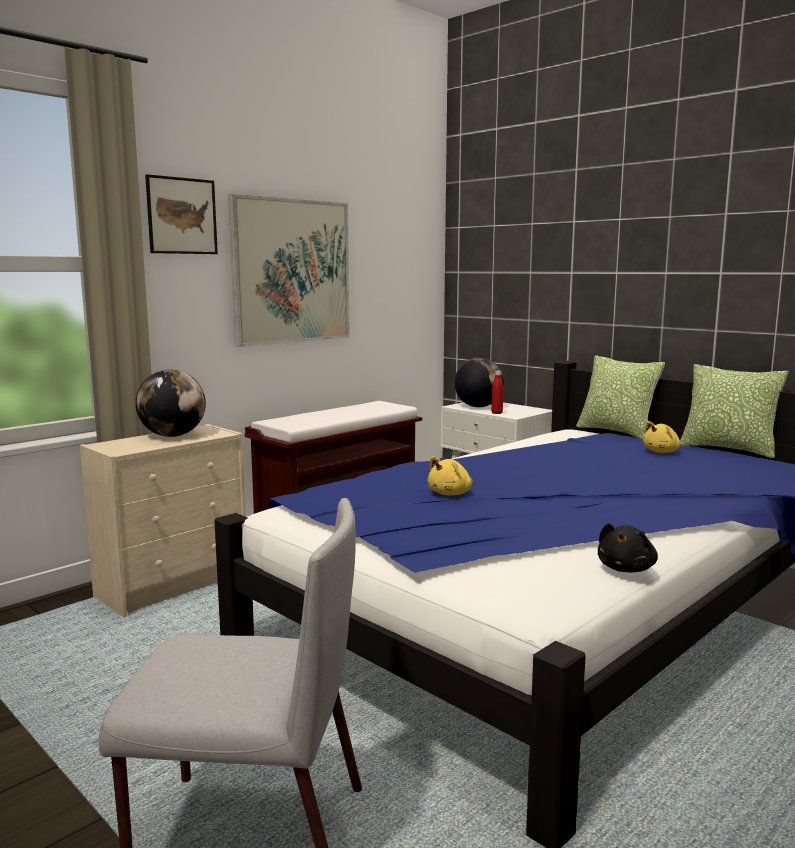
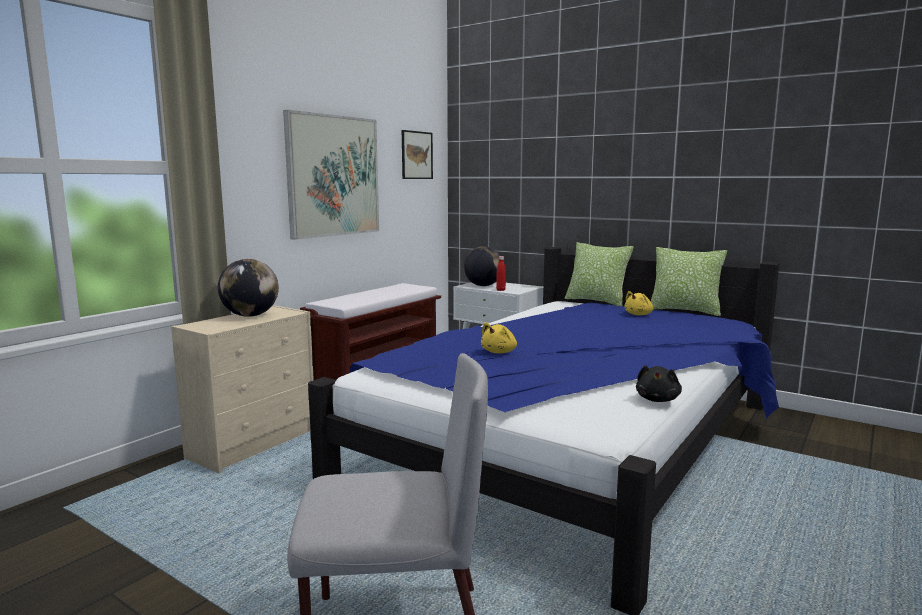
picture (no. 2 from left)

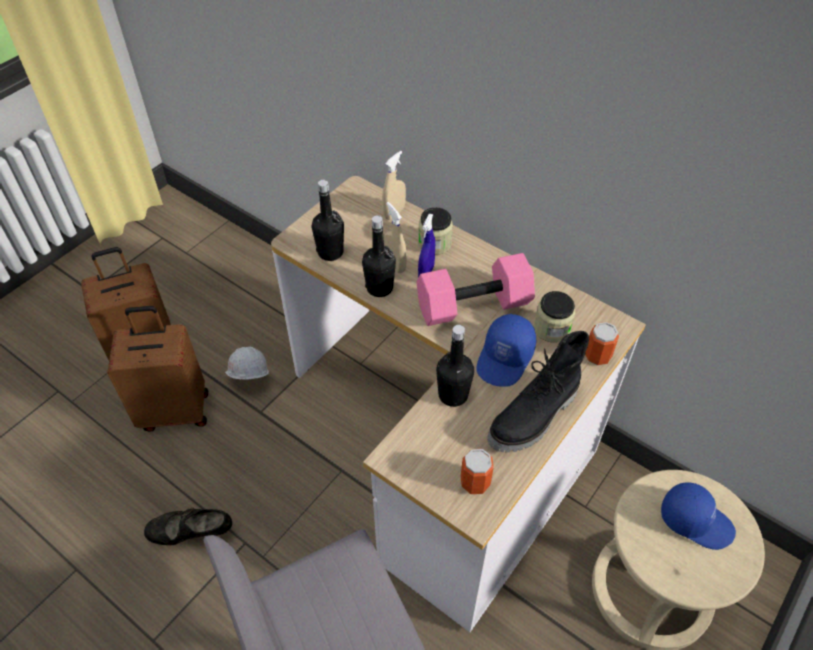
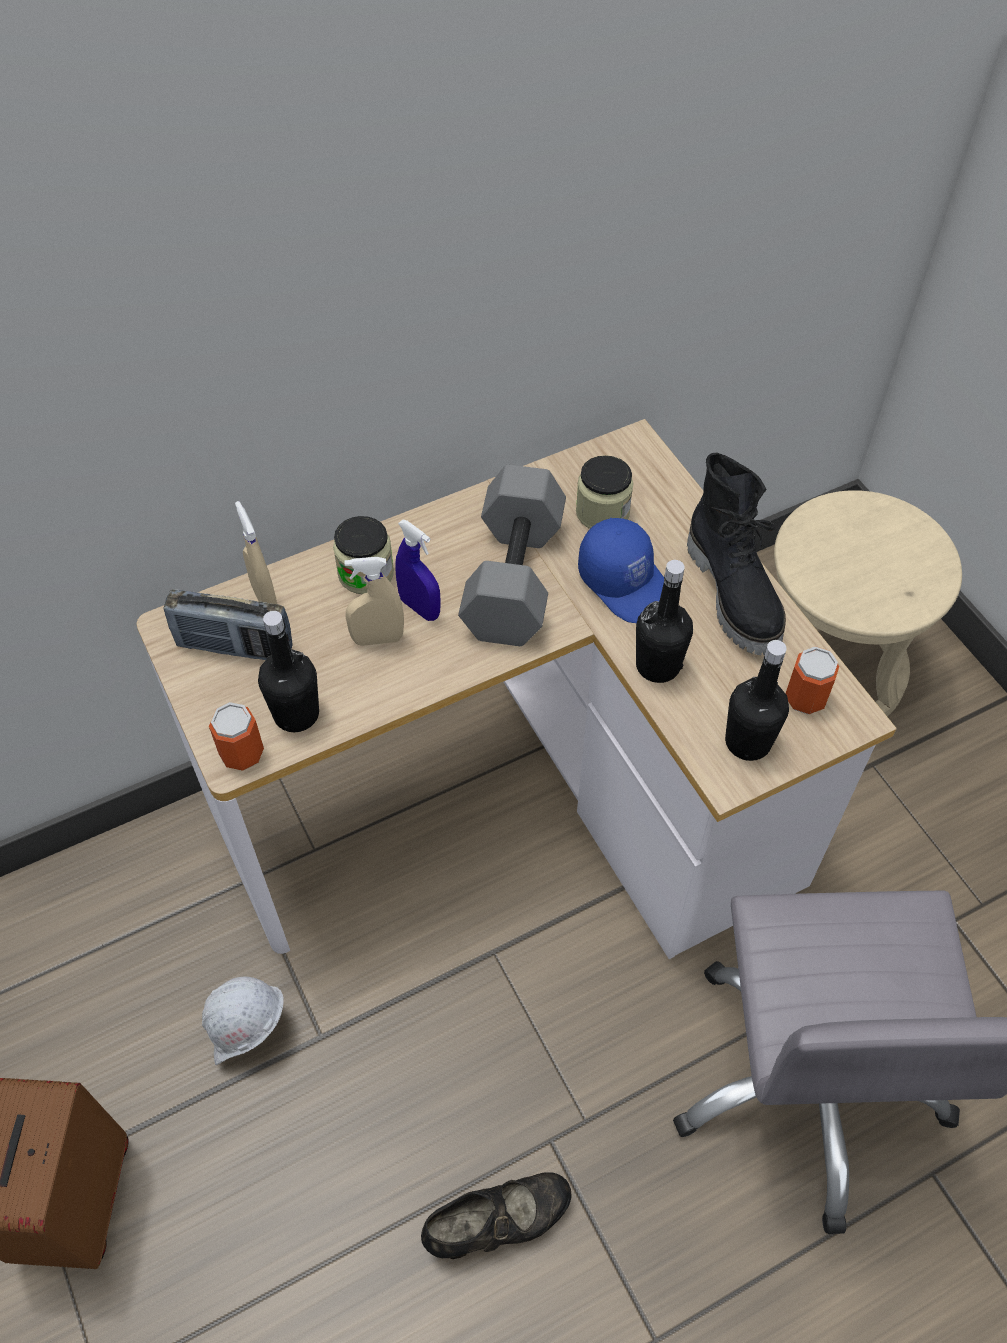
radio
can (no. 1 from left)
shoe/black
dumbbell/grey
bottle/black (no. 3 from left)
suitcase/brown (no. 2 from left in the first image)
cap/blue (no. 2 from left in the first image)

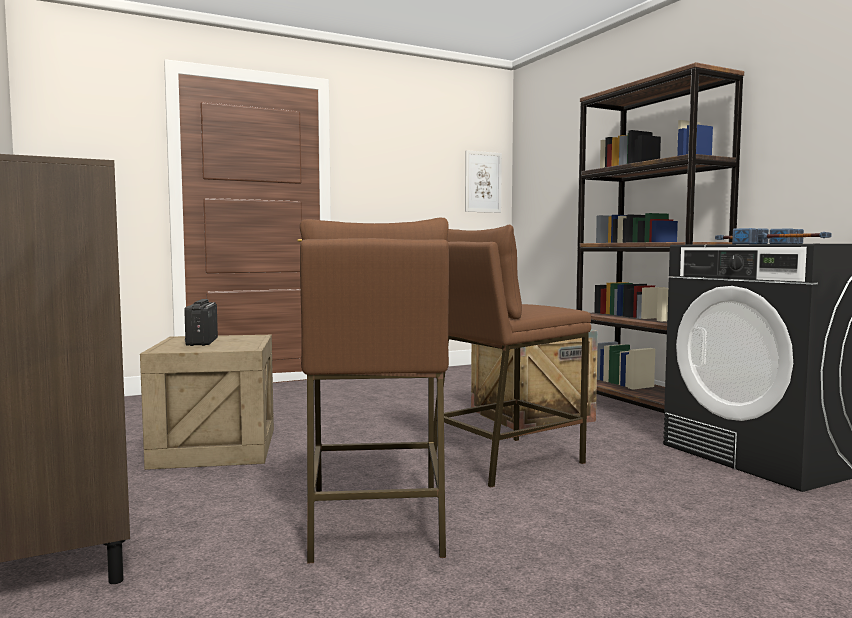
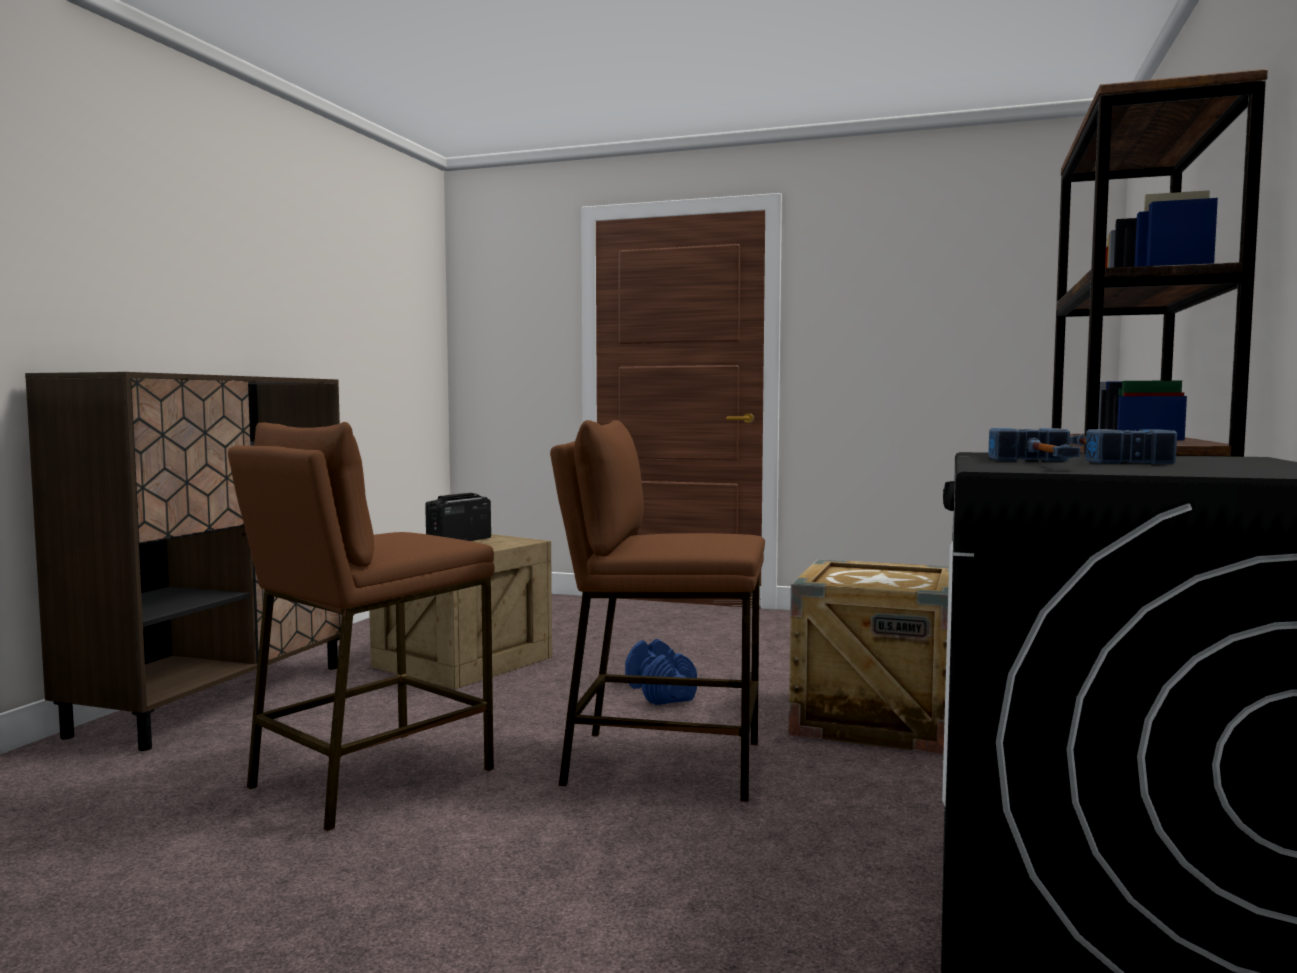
dumbbell/blue
picture

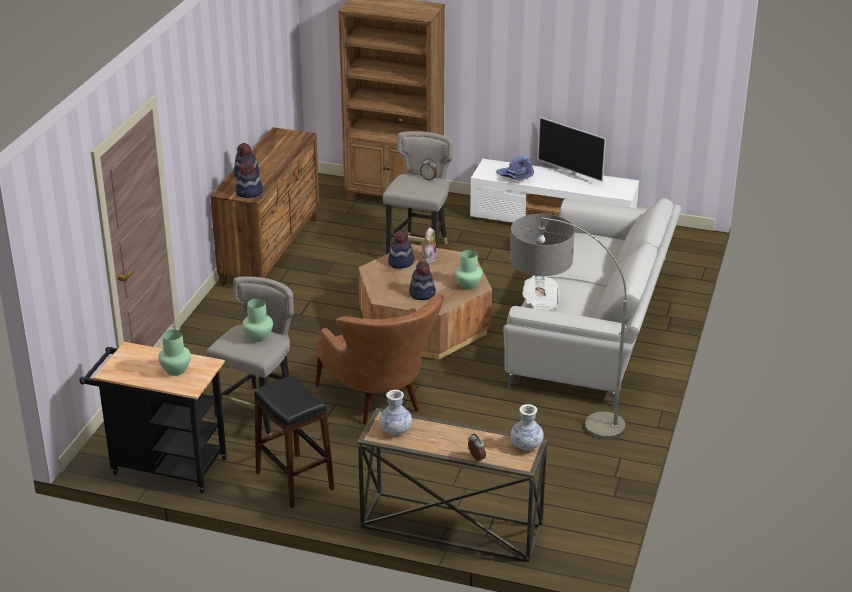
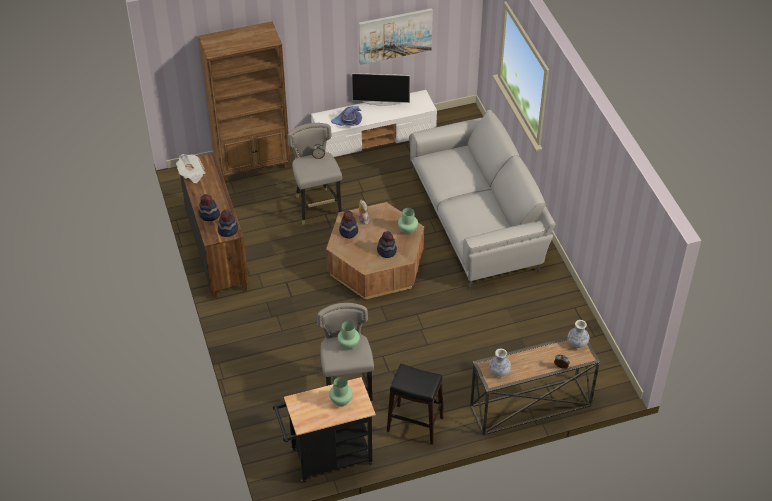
newspaper
picture
armchair/brown
floor lamp

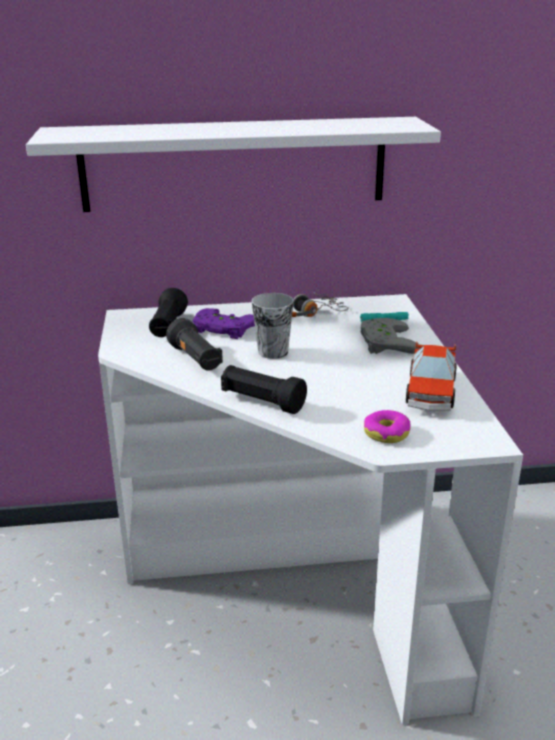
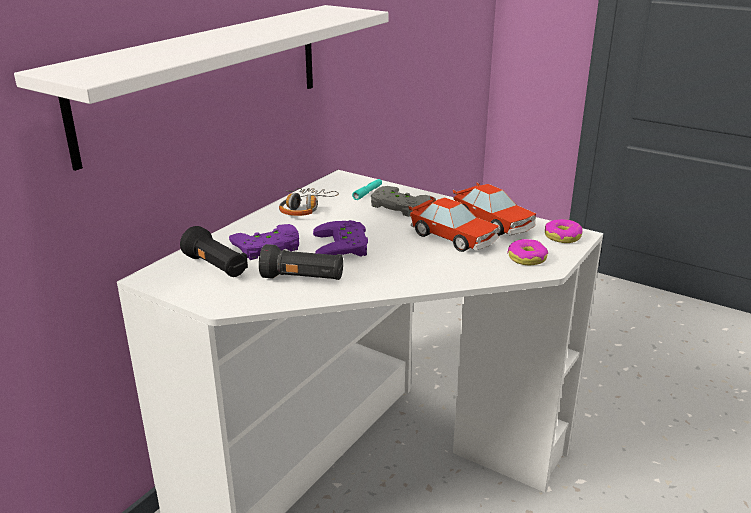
game controller/purple (no. 2 from left)
toy car (no. 1 from left)
donut (no. 2 from left)
flashlight/black (no. 3 from left in the first image)

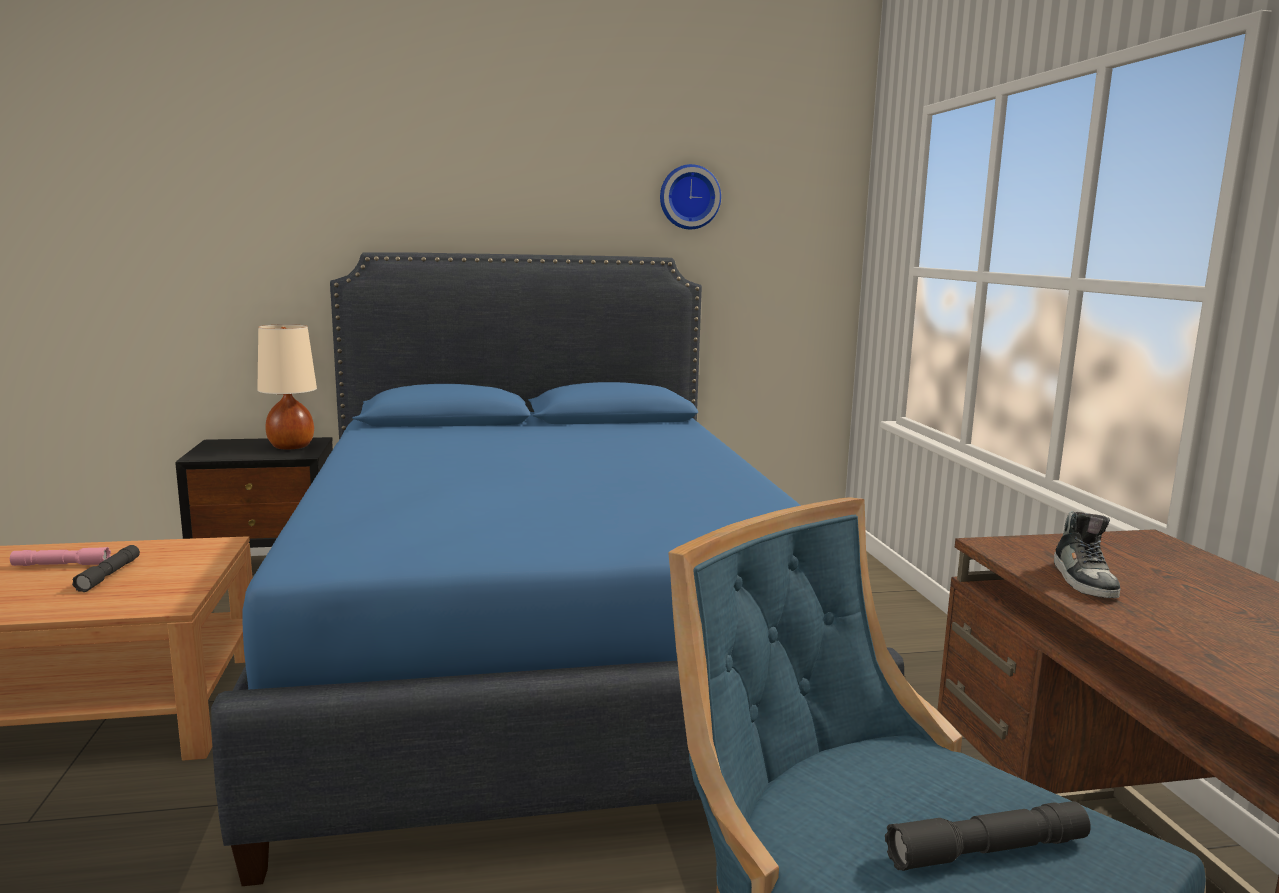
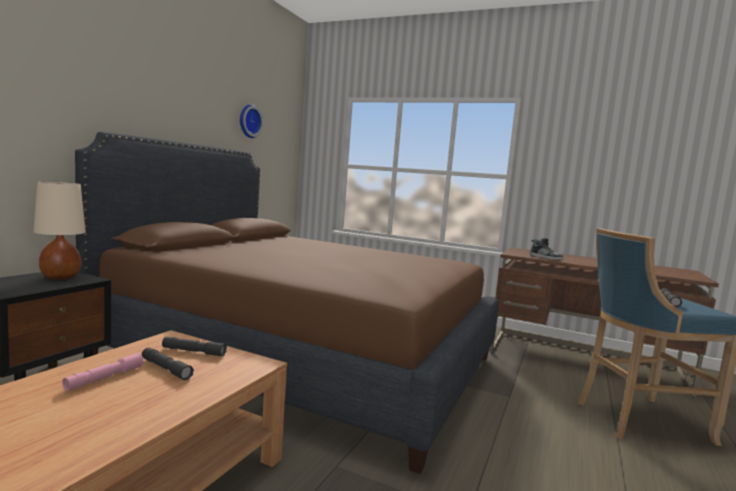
bed/brown
flashlight/grey (no. 2 from left)

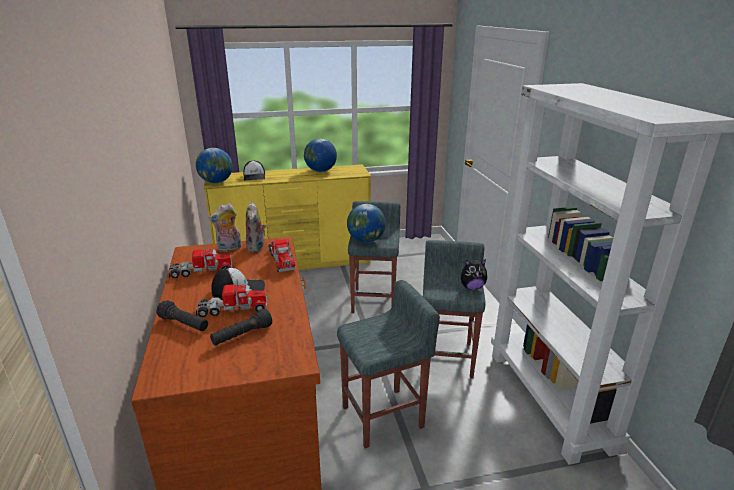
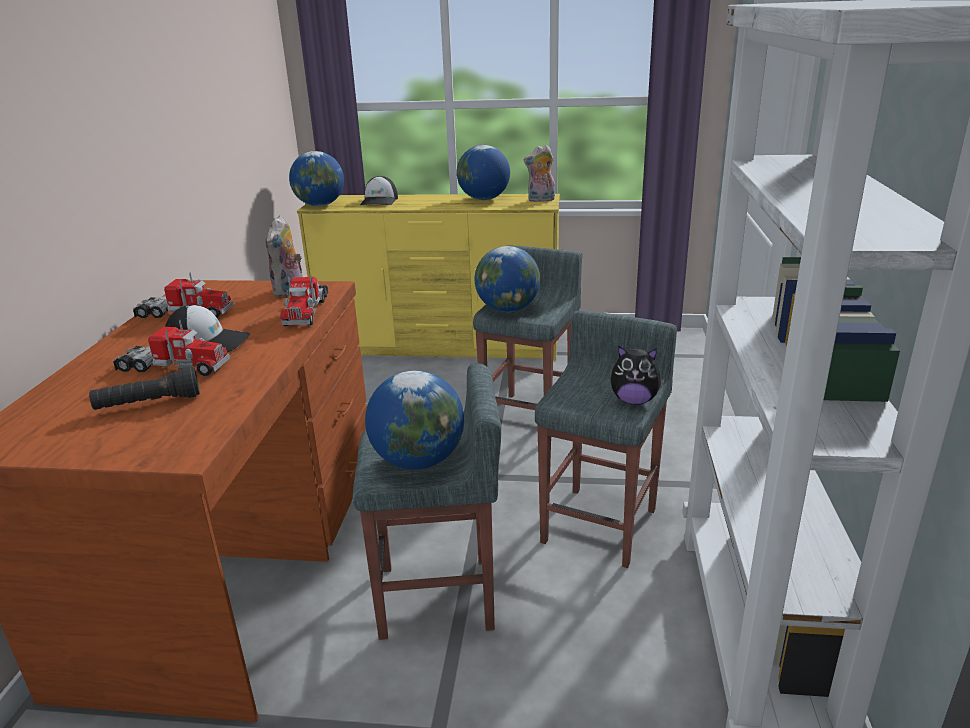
globe (no. 2 from left)
plush toy (no. 2 from left)
flashlight/black (no. 1 from left in the first image)

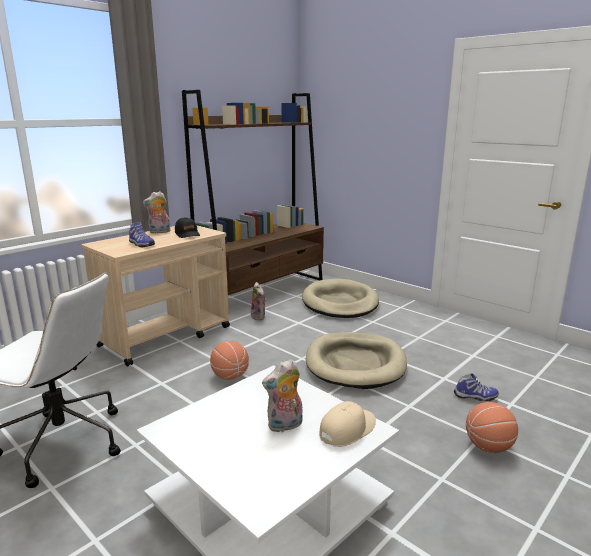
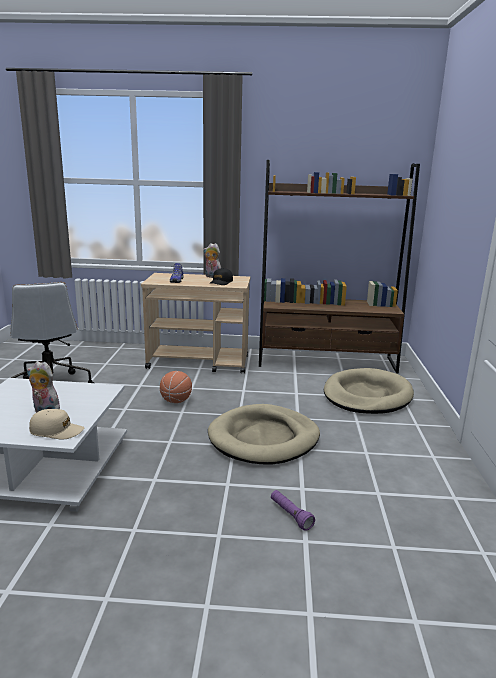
flashlight/purple
plush toy (no. 2 from left in the first image)
basketball (no. 2 from left in the first image)

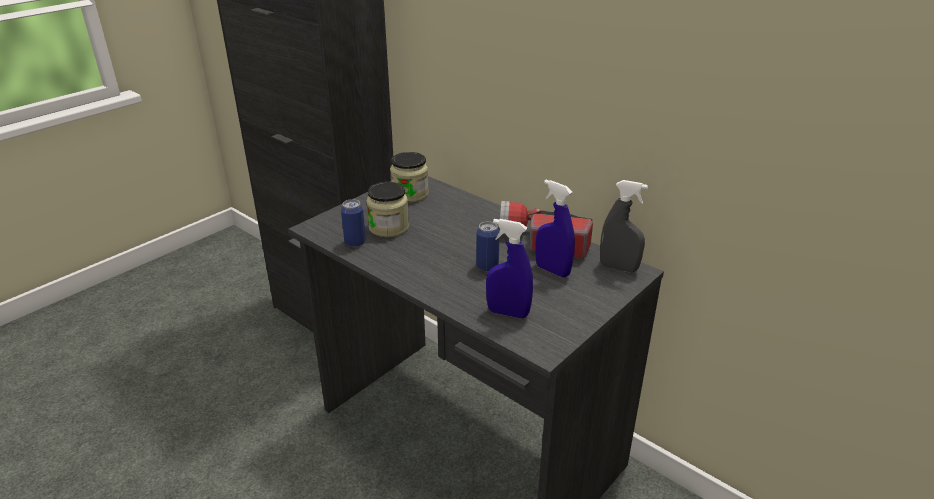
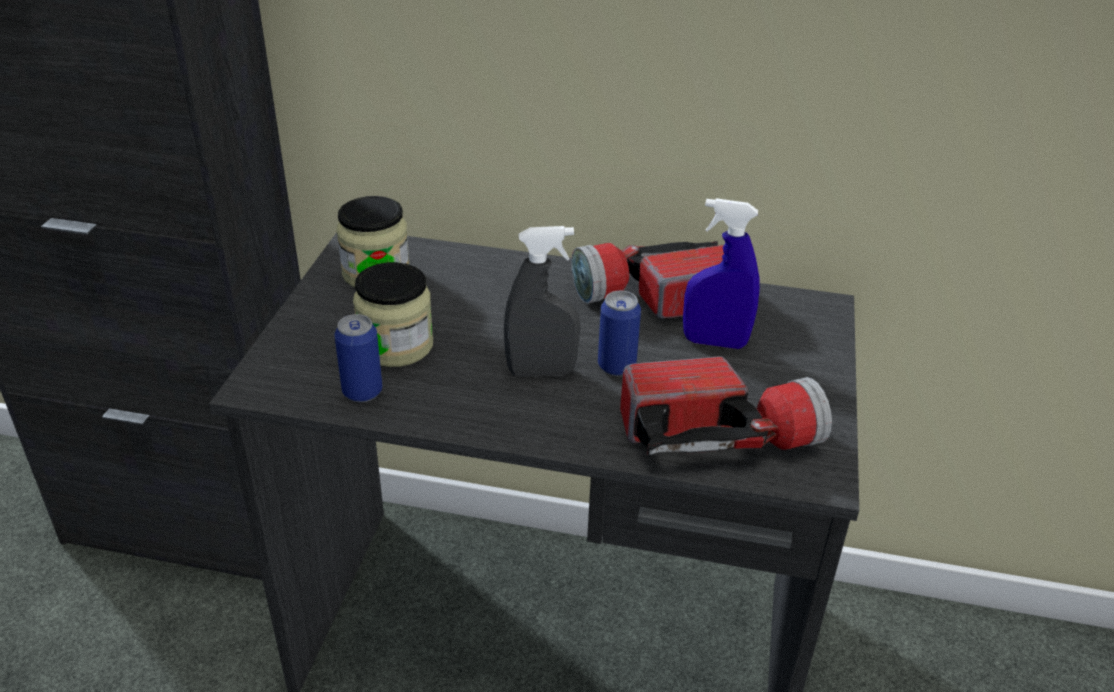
spray bottle/grey
flashlight (no. 2 from left)

